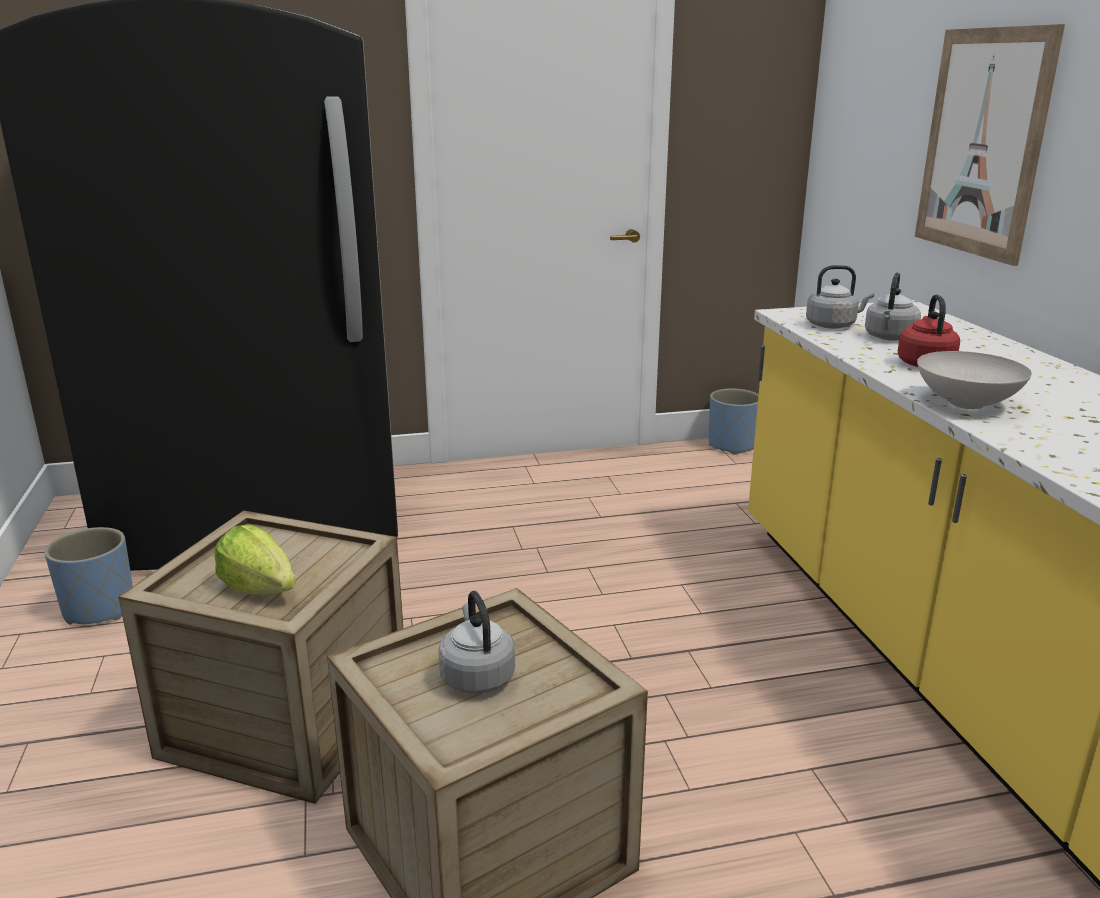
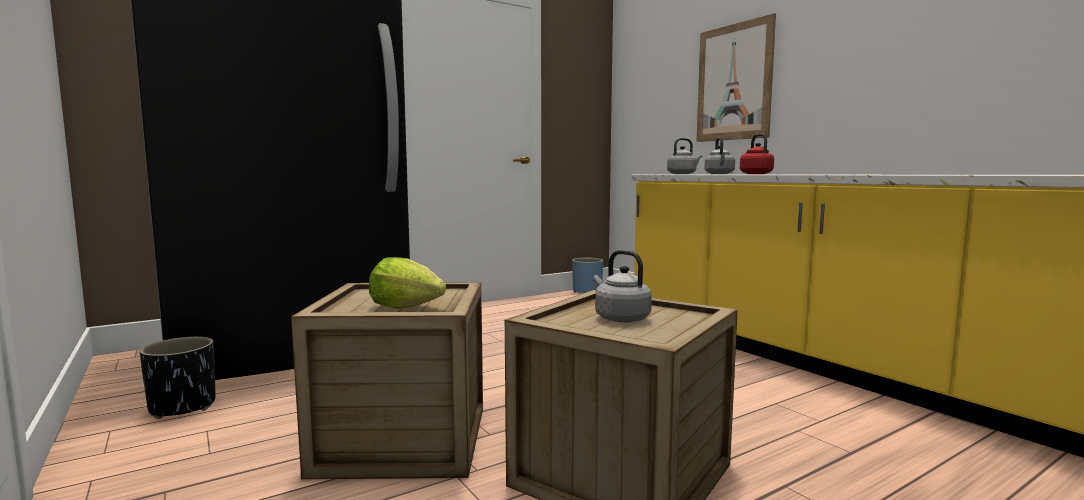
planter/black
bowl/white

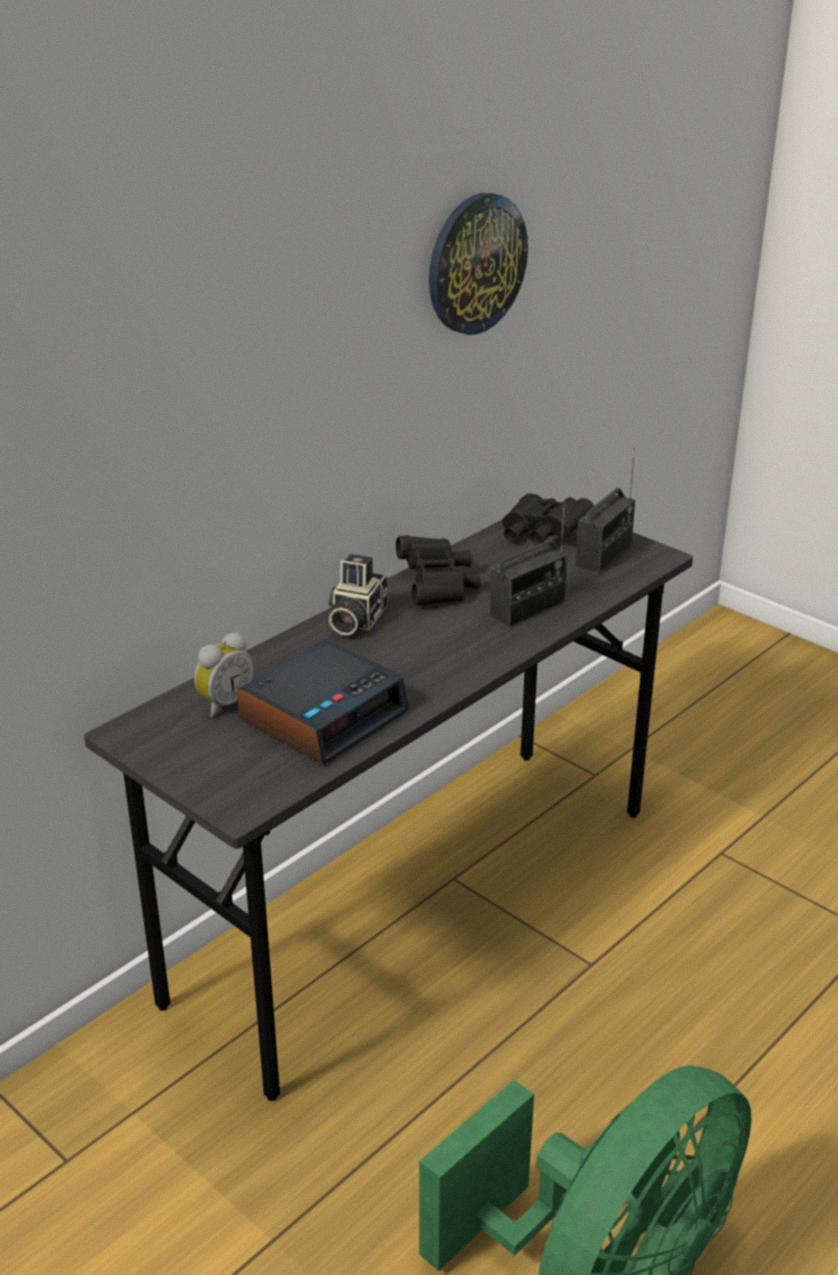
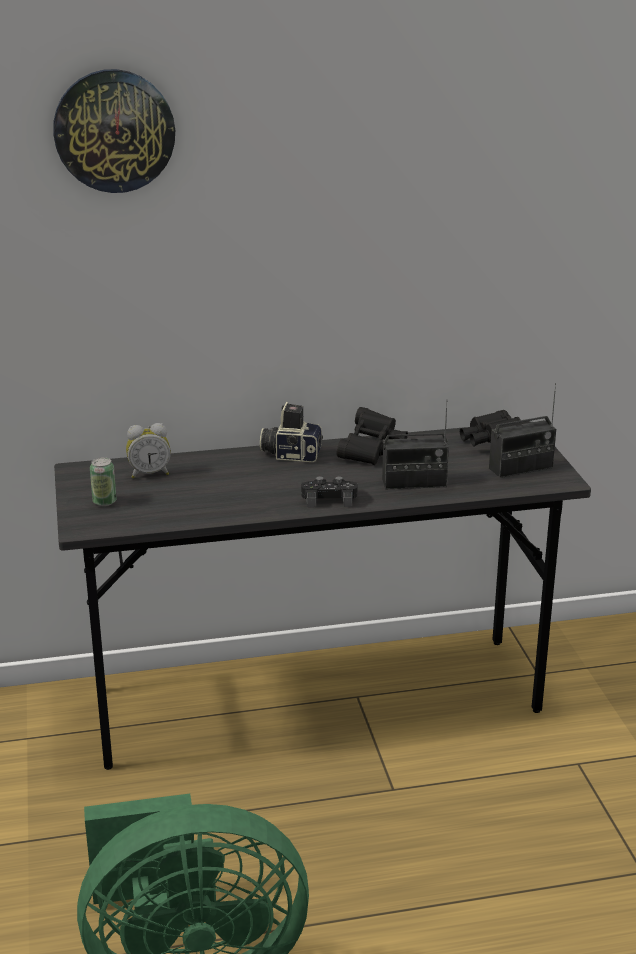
wall clock
can
photo camera
game controller/black
alarm clock (no. 2 from left in the first image)

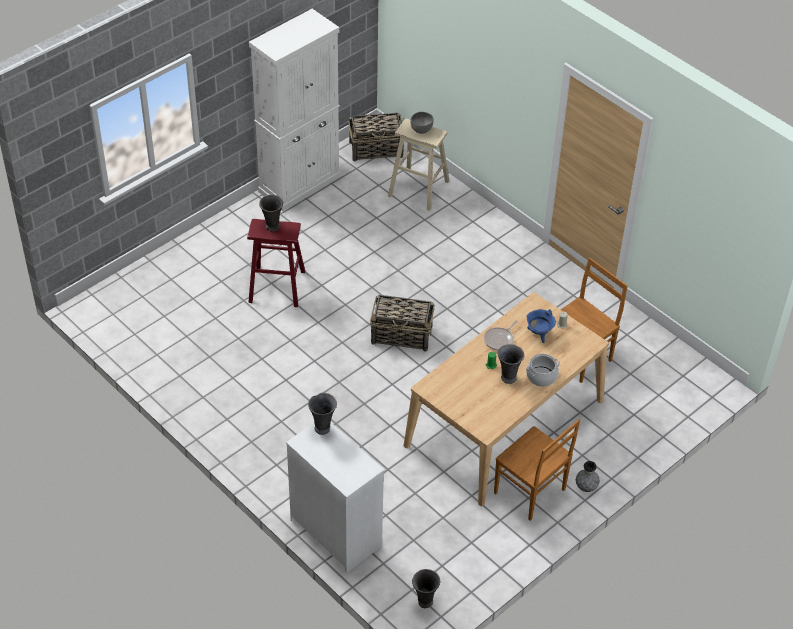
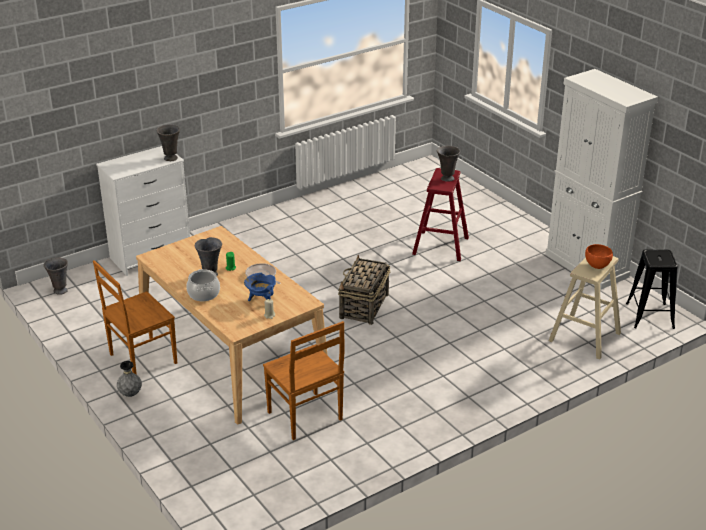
bowl/orange
stool/black

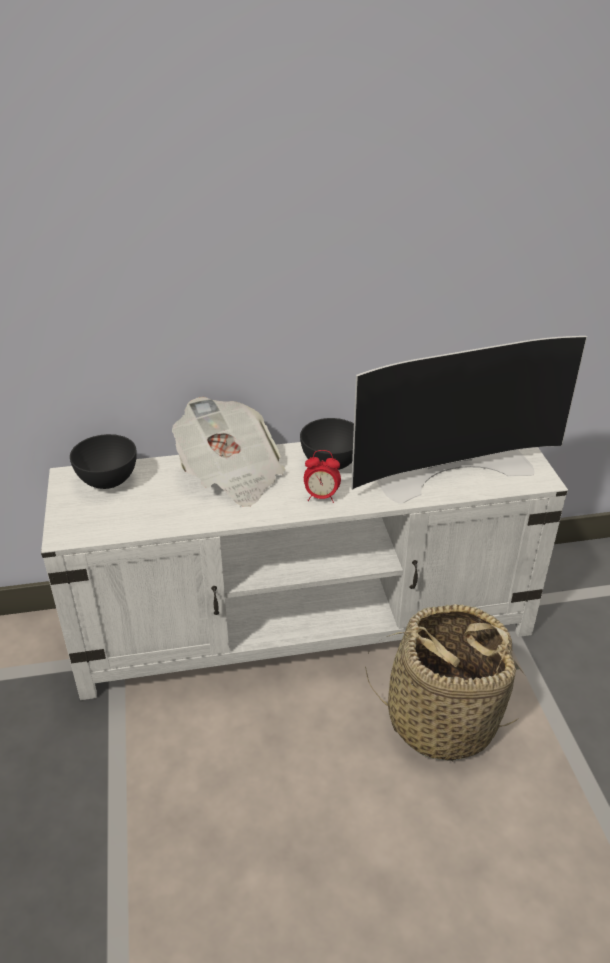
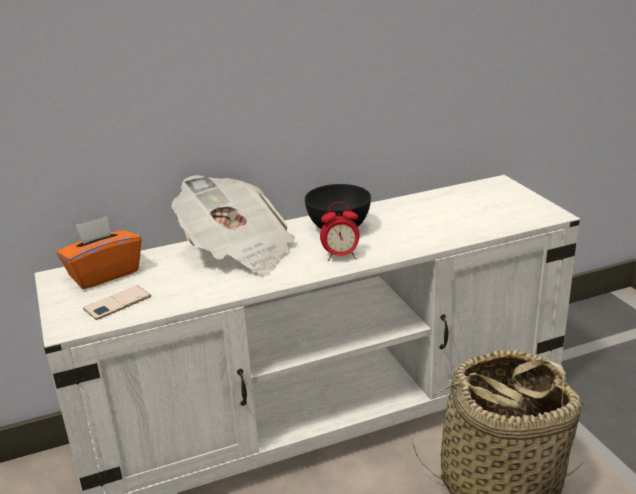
tissue box/orange
phone
television

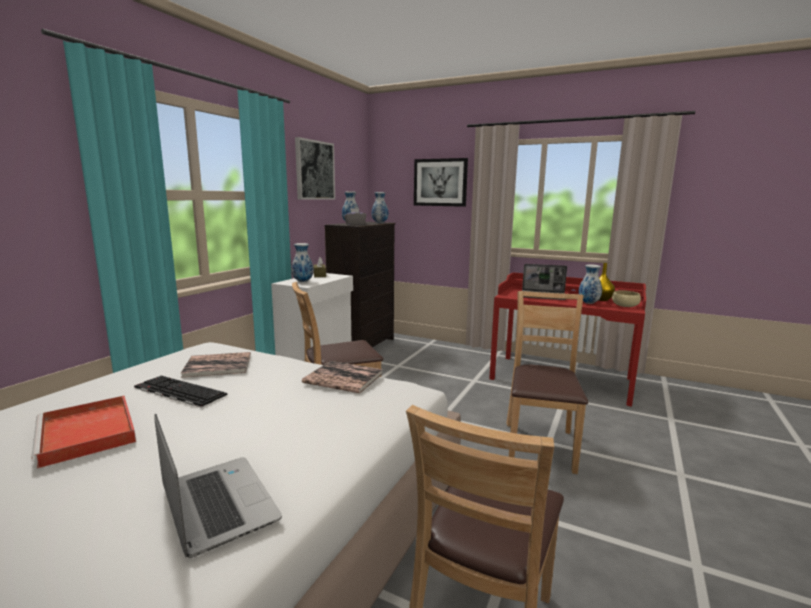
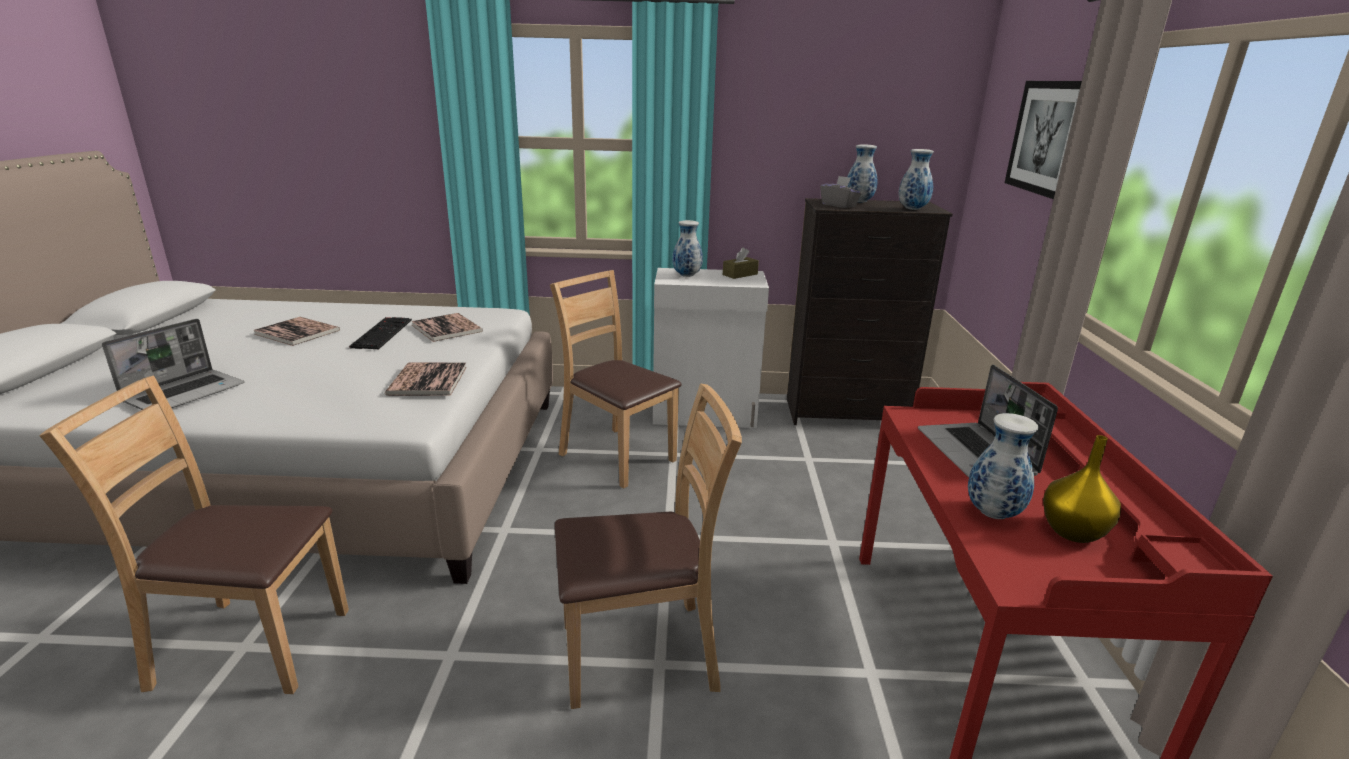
book (no. 1 from left)
picture (no. 1 from left in the first image)
bowl/beige

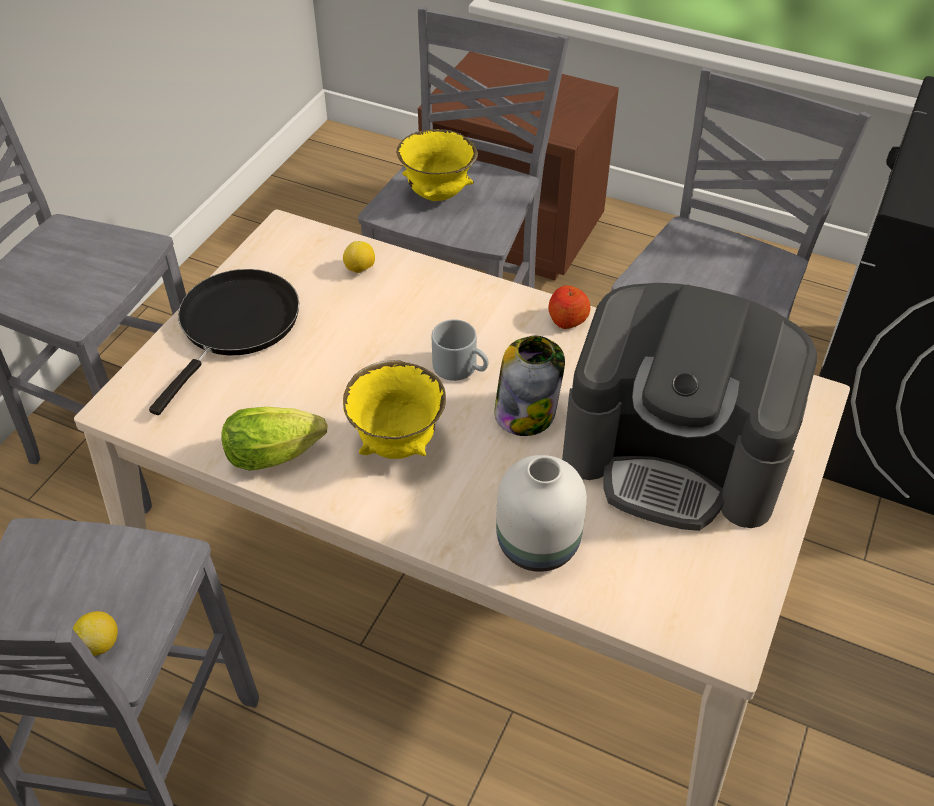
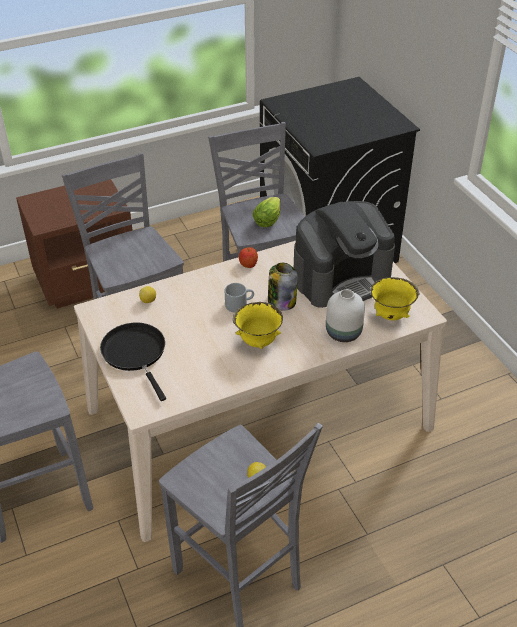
lettuce
bowl/yellow (no. 2 from left)

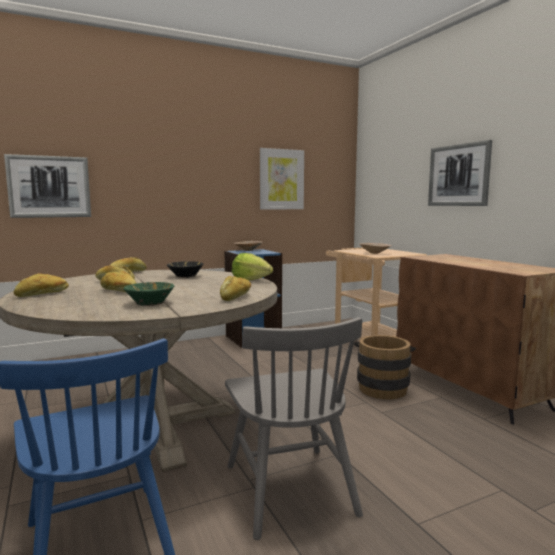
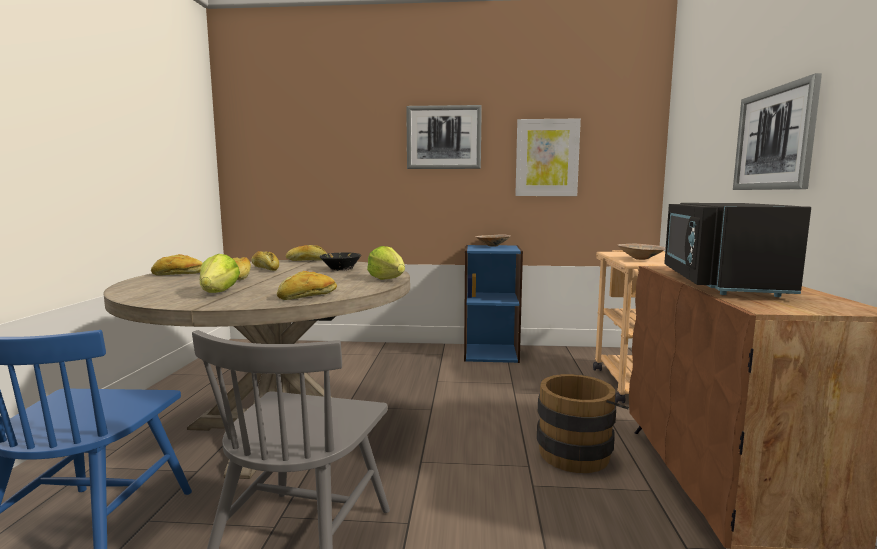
lettuce (no. 1 from left)
picture (no. 1 from left)
microwave/black

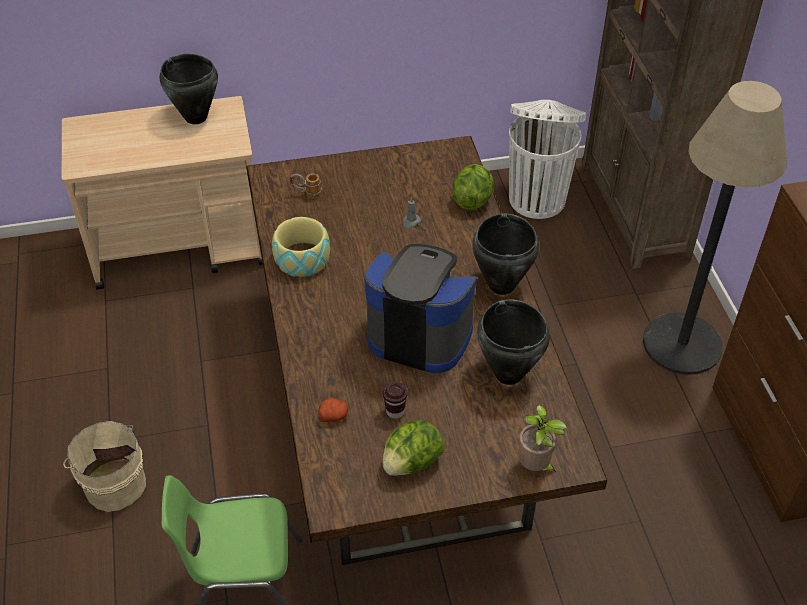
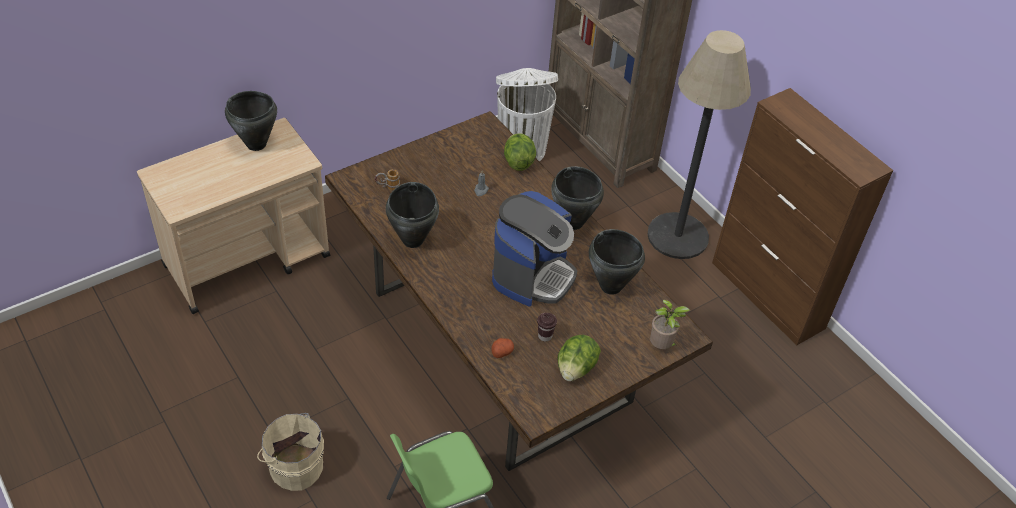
cooking pot/black (no. 2 from left)
coffee machine

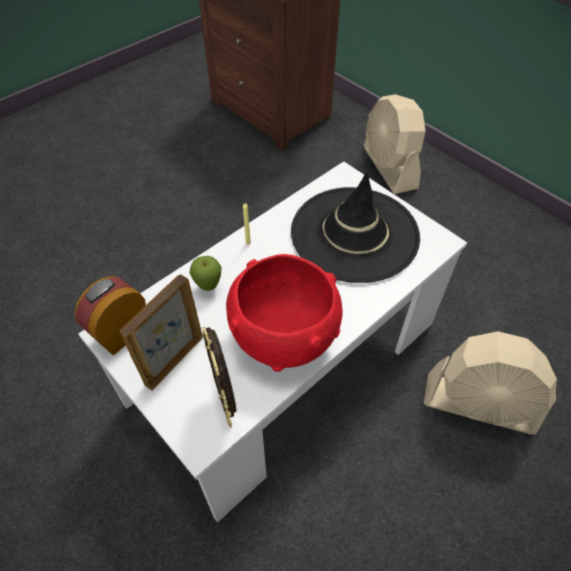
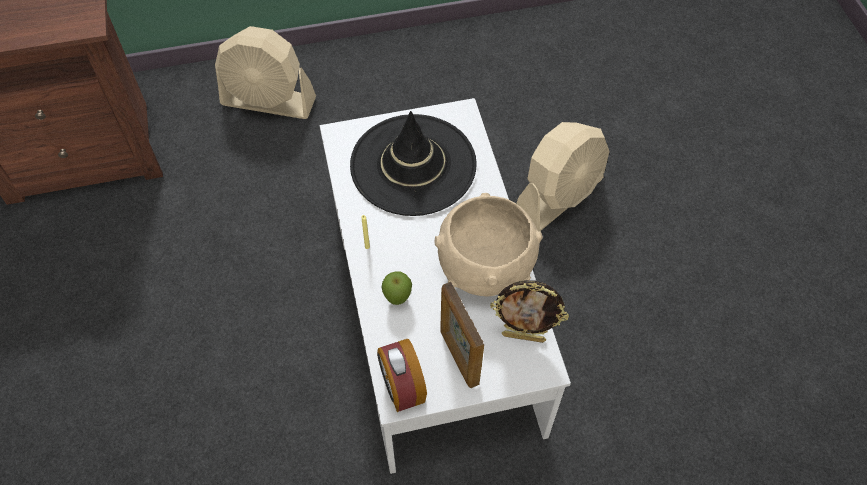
bowl/beige

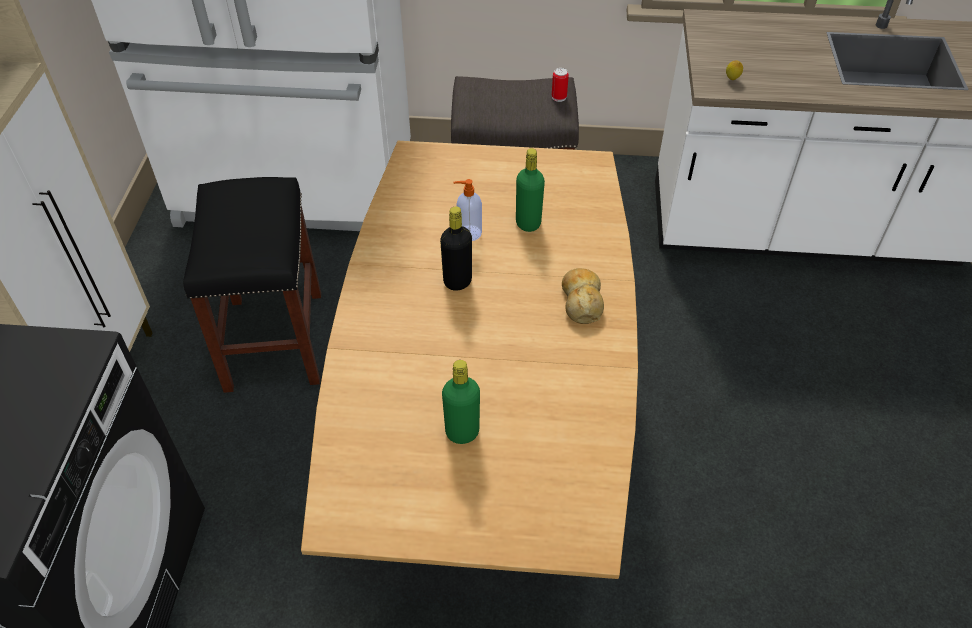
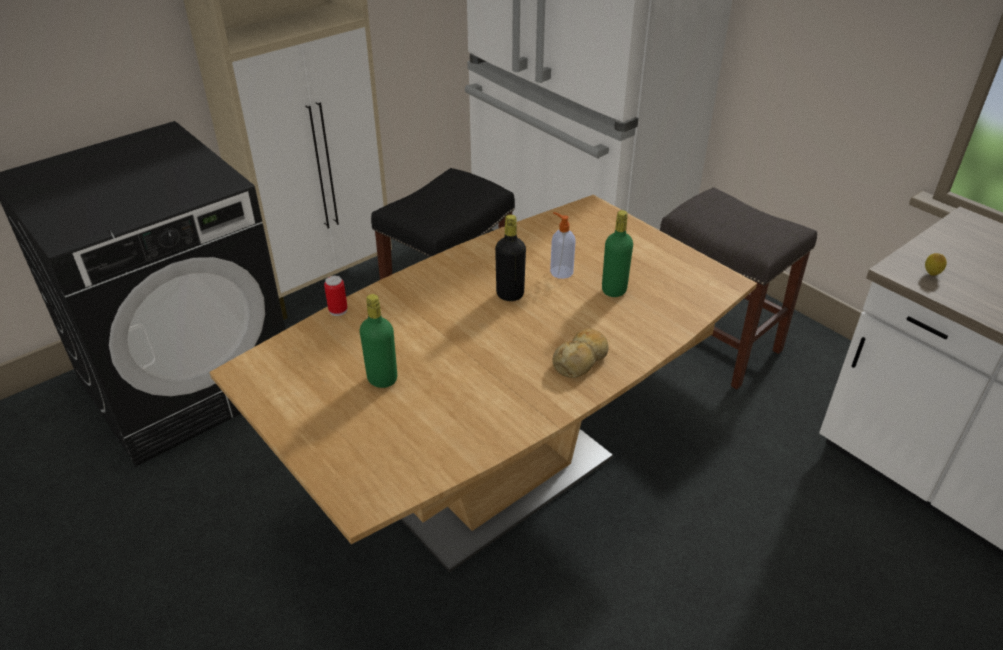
can

